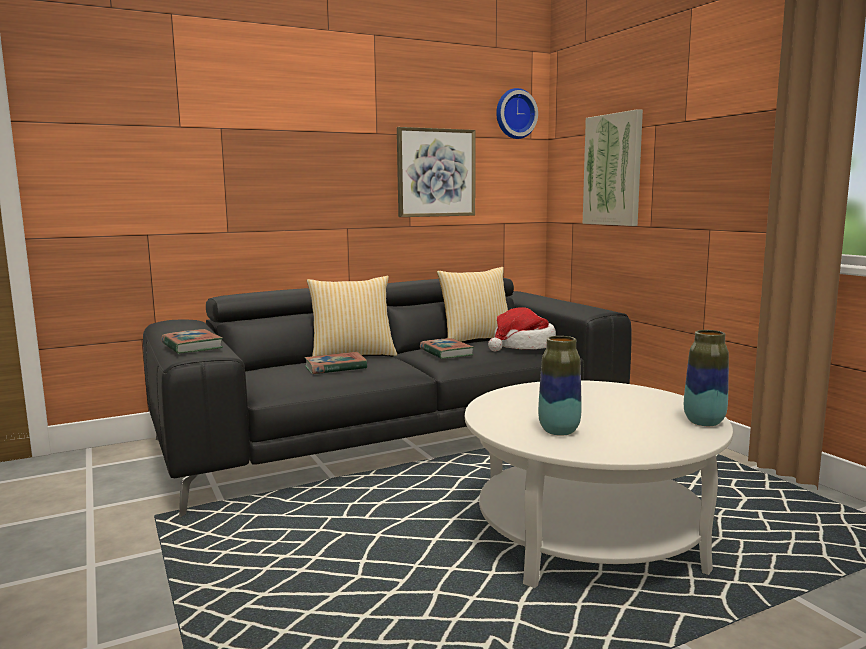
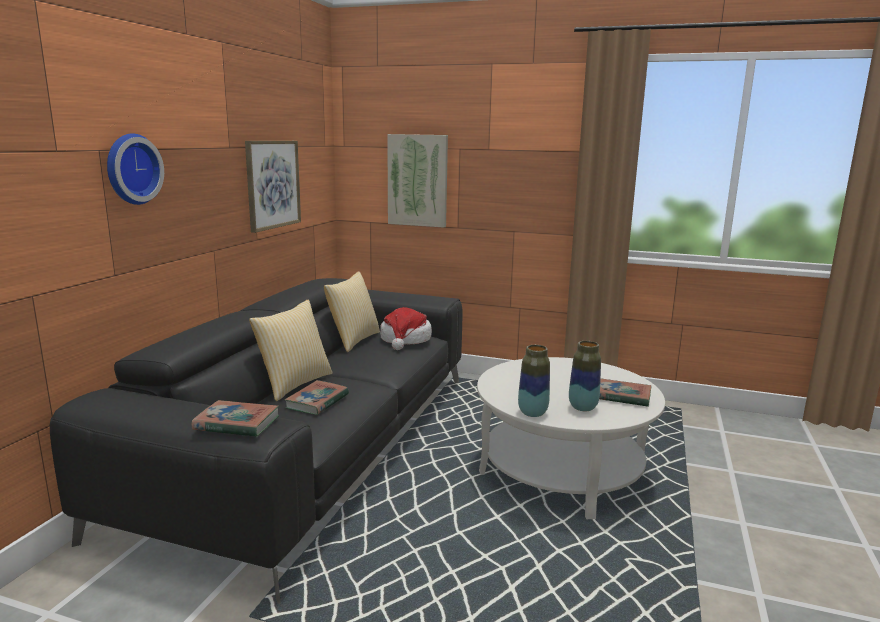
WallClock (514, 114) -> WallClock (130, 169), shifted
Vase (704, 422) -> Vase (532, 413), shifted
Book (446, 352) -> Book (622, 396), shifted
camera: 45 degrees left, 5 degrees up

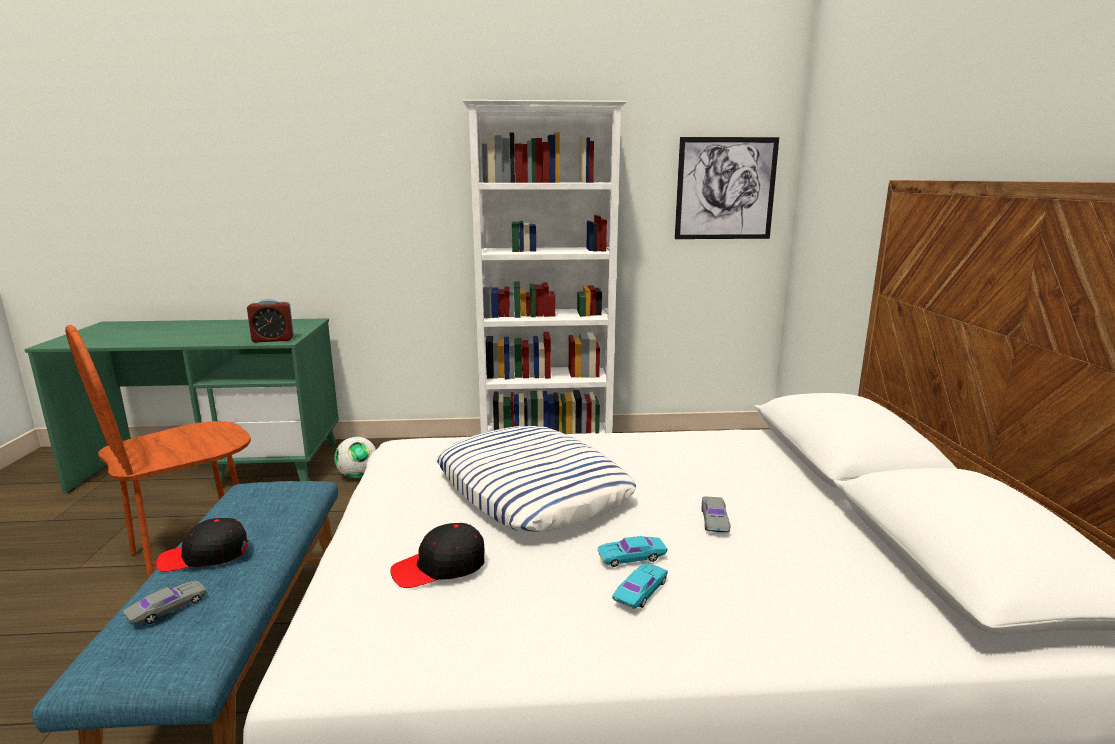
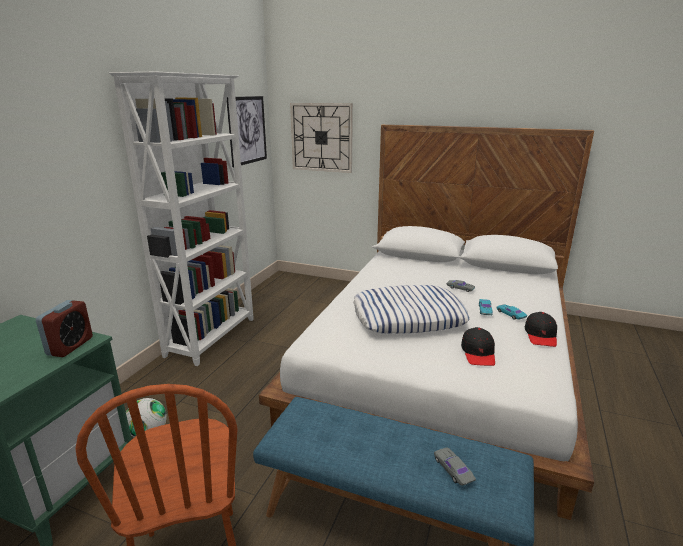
none -> WallClock (321, 137)
BlackCap (205, 556) -> BlackCap (541, 335), shifted
camera: 65 degrees left, 5 degrees up

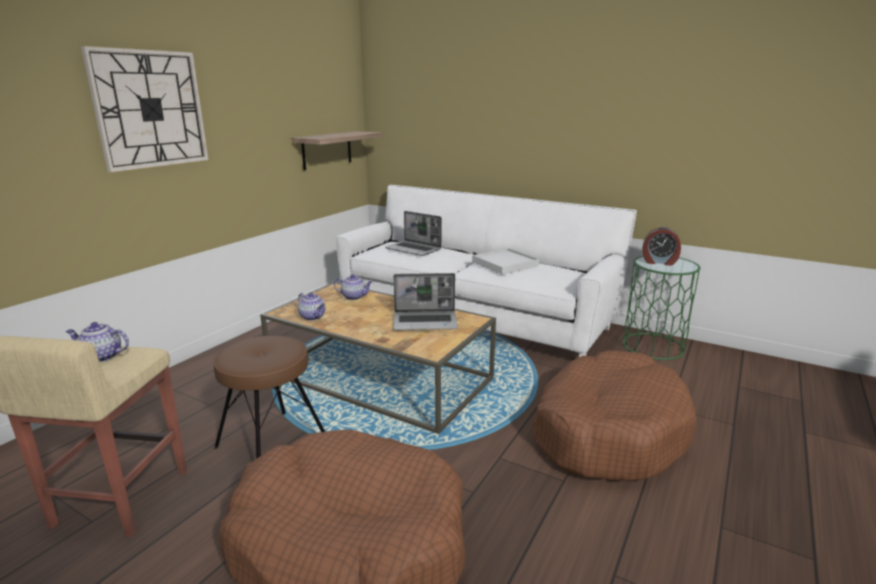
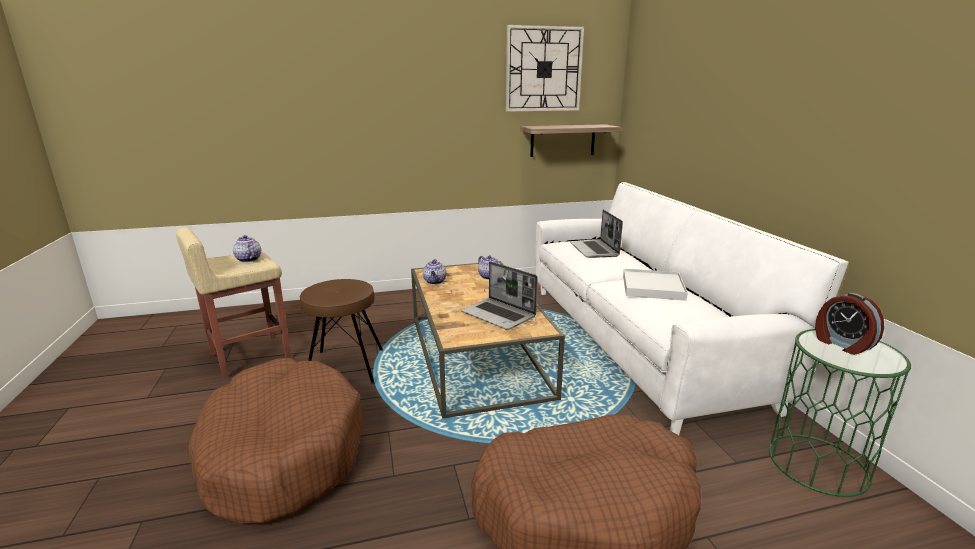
WallClock (150, 109) -> WallClock (543, 69), shifted
camera: 45 degrees right, 0 degrees up

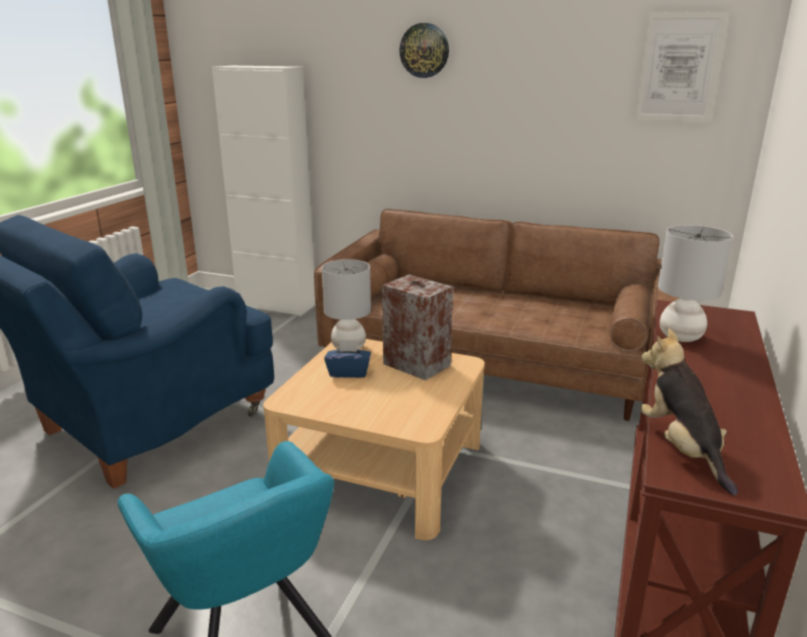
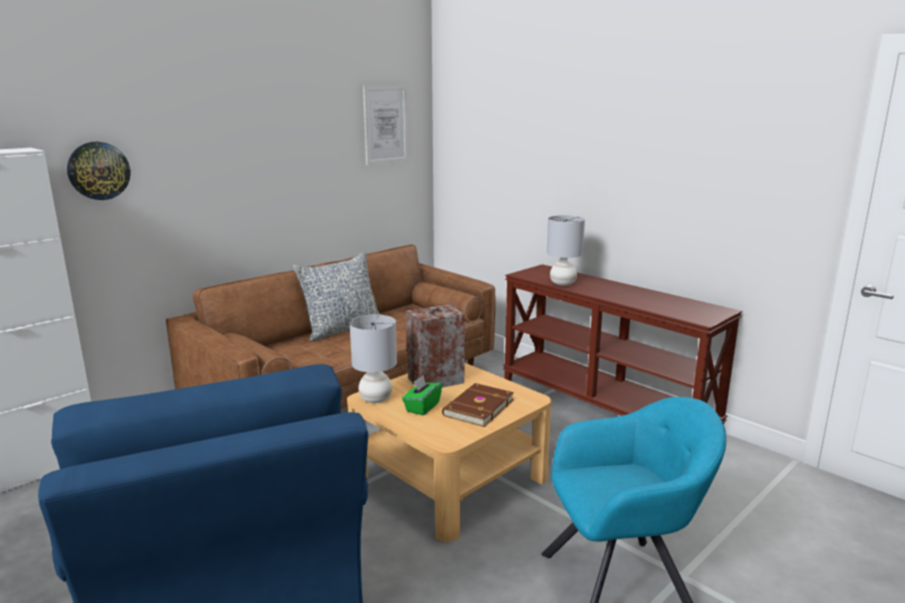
WallClock (424, 50) -> WallClock (98, 170), shifted
none -> Pillow (341, 329)
BlueTissueBox (348, 372) -> GreenTissueBox (422, 407)
none -> BrownBook (477, 407)
PlushToy (681, 448) -> none
camera: 65 degrees left, 5 degrees down

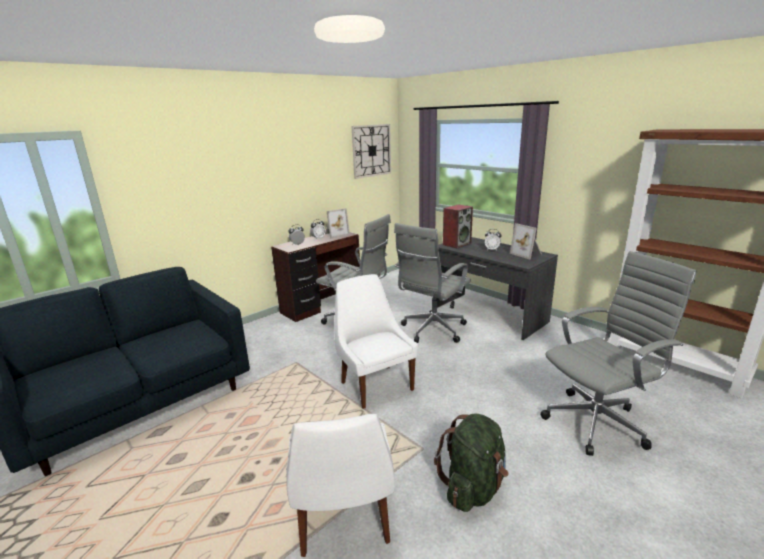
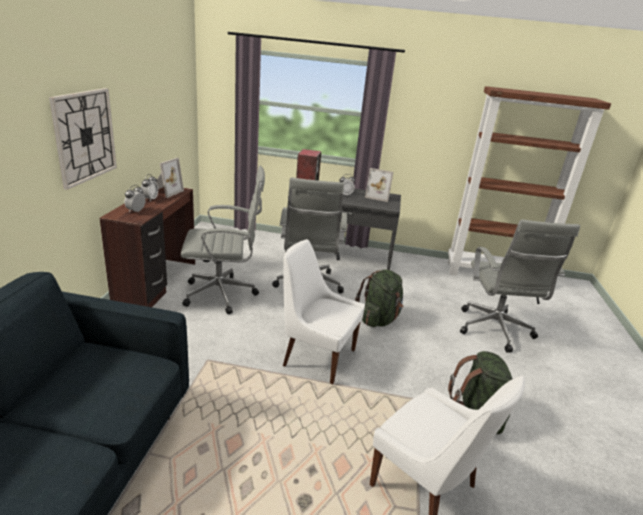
WallClock (371, 150) -> WallClock (85, 136), shifted
none -> GreenBackpack (379, 319)
GreyOfficeChair (598, 422) -> GreyOfficeChair (495, 331), 150 degrees clockwise
camera: 40 degrees left, 5 degrees up

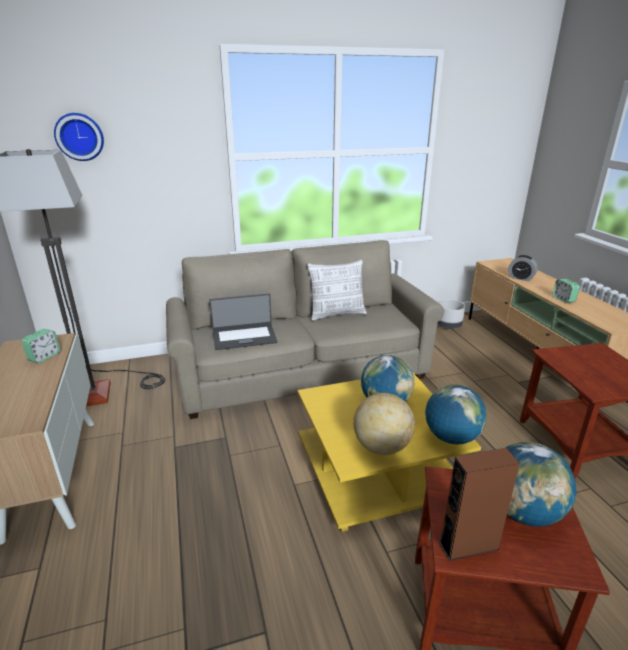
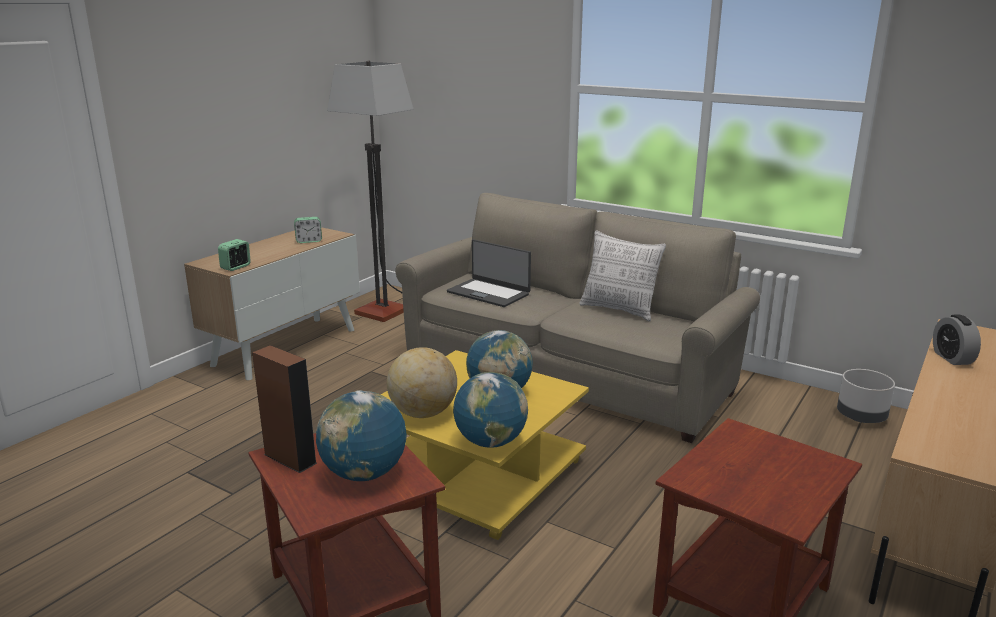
AlarmClock (563, 299) -> AlarmClock (236, 267), shifted
WallClock (79, 137) -> none
camera: 50 degrees right, 5 degrees down

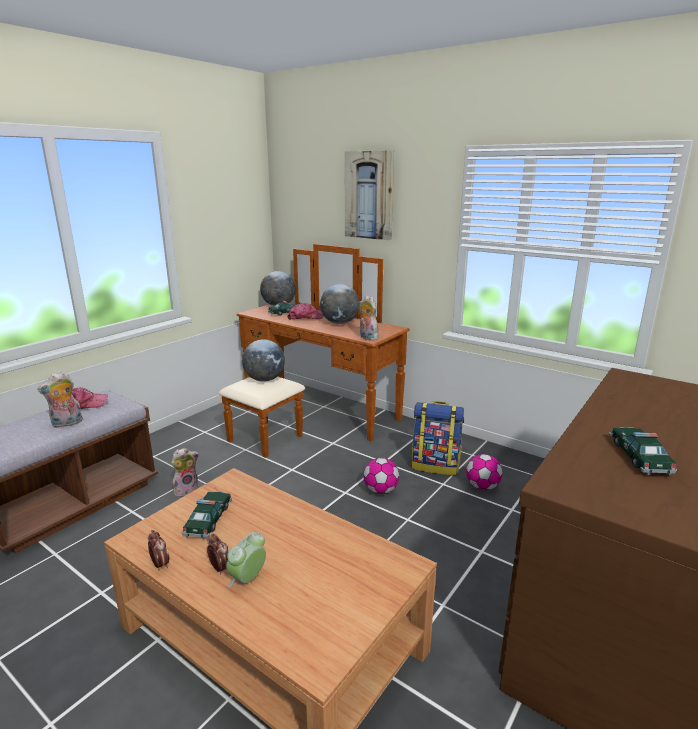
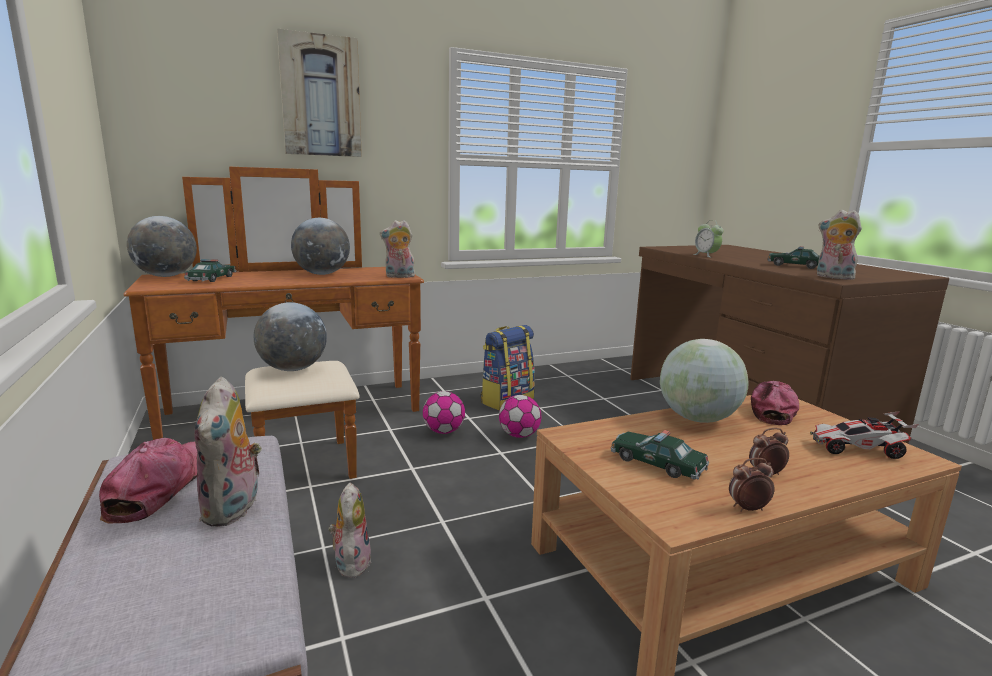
Football (482, 487) -> Football (443, 431), shifted
none -> Globe (698, 419)
AlarmClock (248, 579) -> AlarmClock (706, 255), shifted
Cap (306, 317) -> Cap (771, 410), shifted
none -> ToyCar (856, 449)
none -> PlushToy (832, 277)
camera: 60 degrees left, 5 degrees down

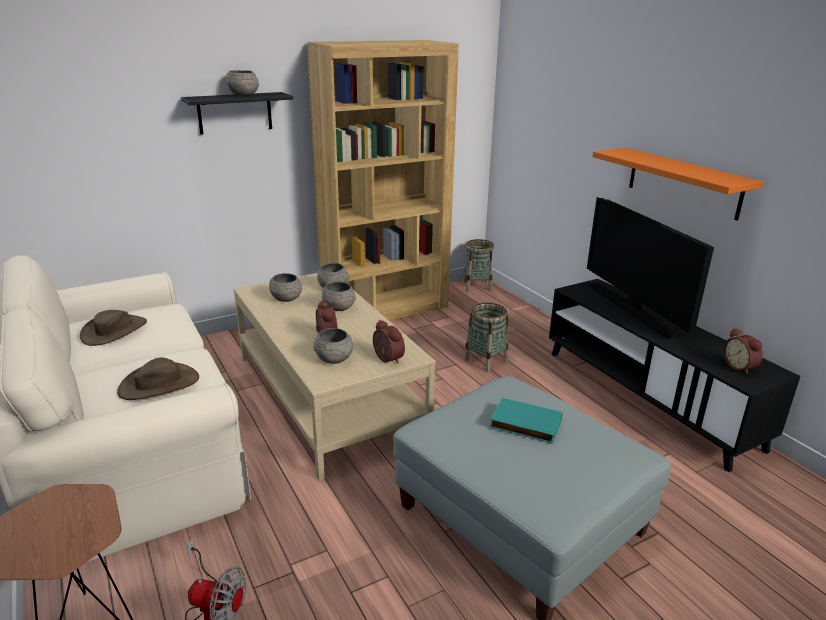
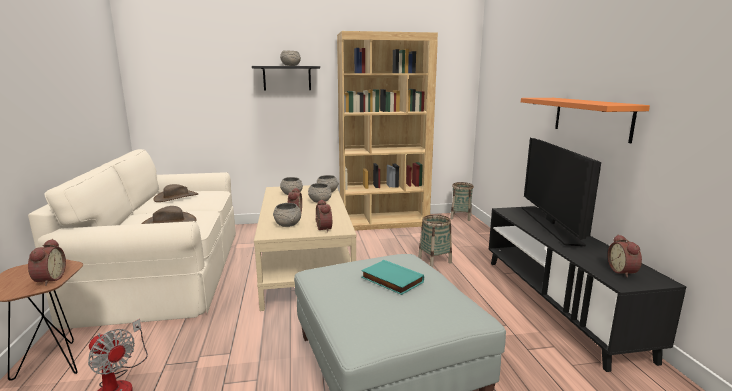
none -> AlarmClock (48, 280)
camera: 20 degrees right, 10 degrees down

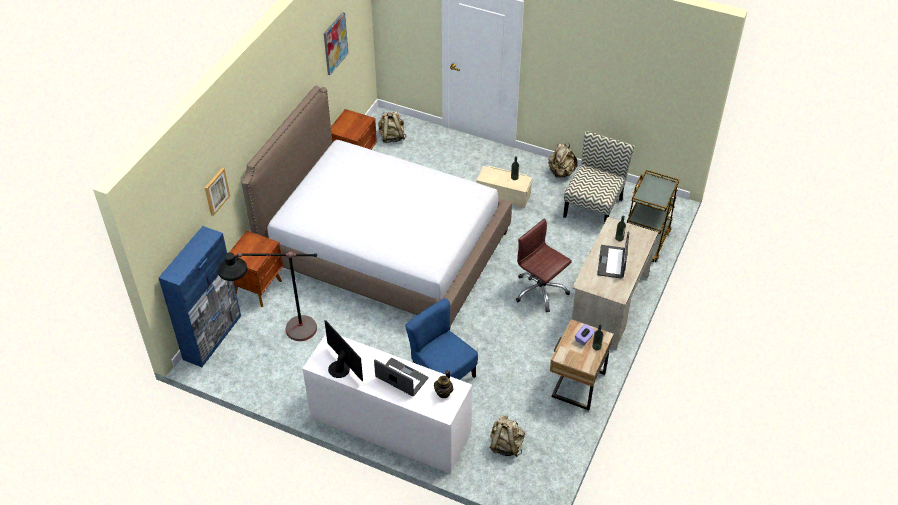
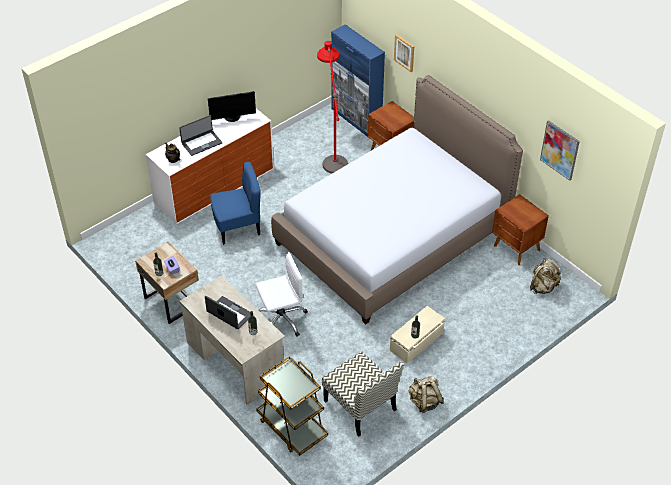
BrownOfficeChair (540, 291) -> WhiteOfficeChair (281, 319)
BlackFloorLamp (281, 338) -> RedFloorLamp (332, 152)
BeigeBackpack (506, 445) -> none
camera: 115 degrees right, 0 degrees up

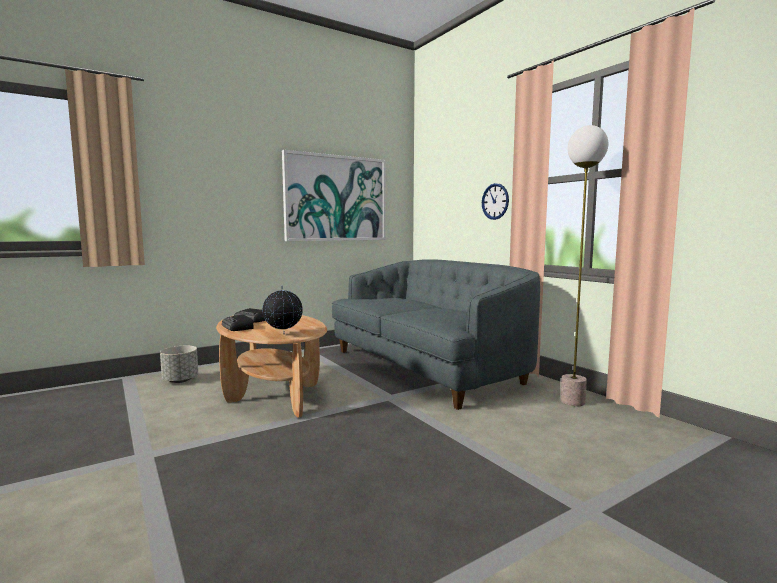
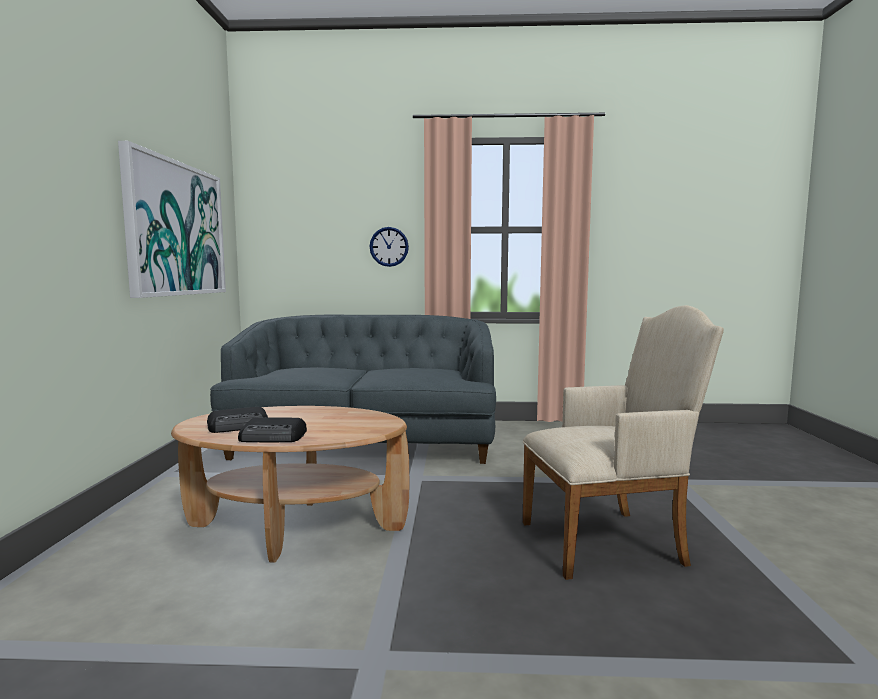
none -> BeigeArmchair (610, 541)
GreyPlanter (180, 380) -> none
Globe (283, 334) -> none
FloorLamp (573, 401) -> none
camera: 55 degrees left, 0 degrees up

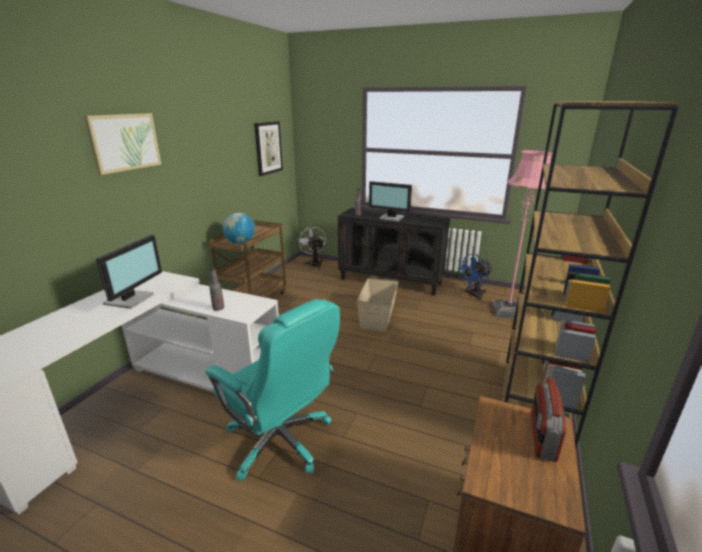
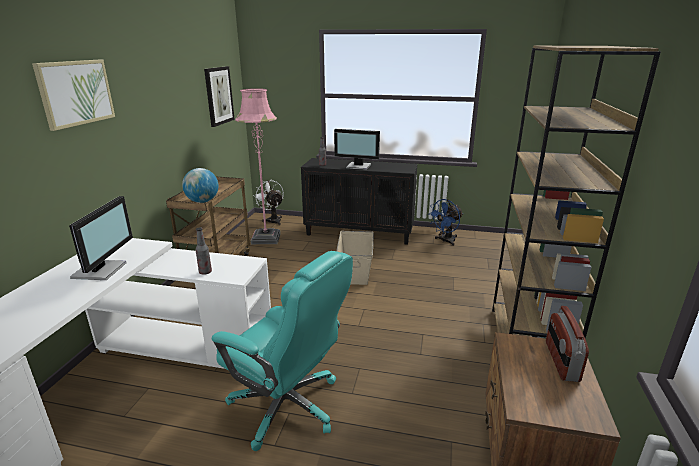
PinkFloorLamp (508, 311) -> PinkFloorLamp (266, 238), shifted
camera: 10 degrees left, 0 degrees up

